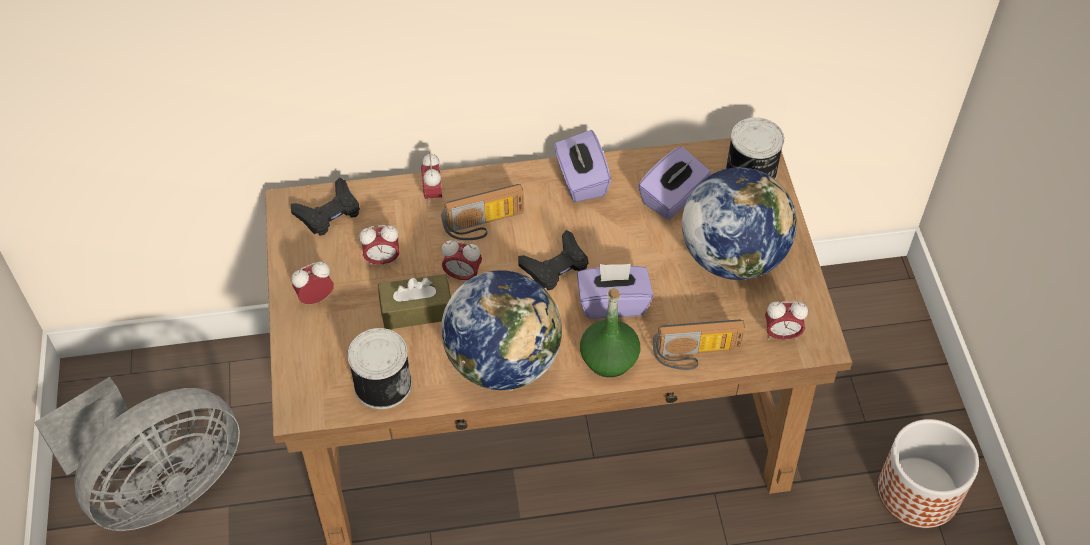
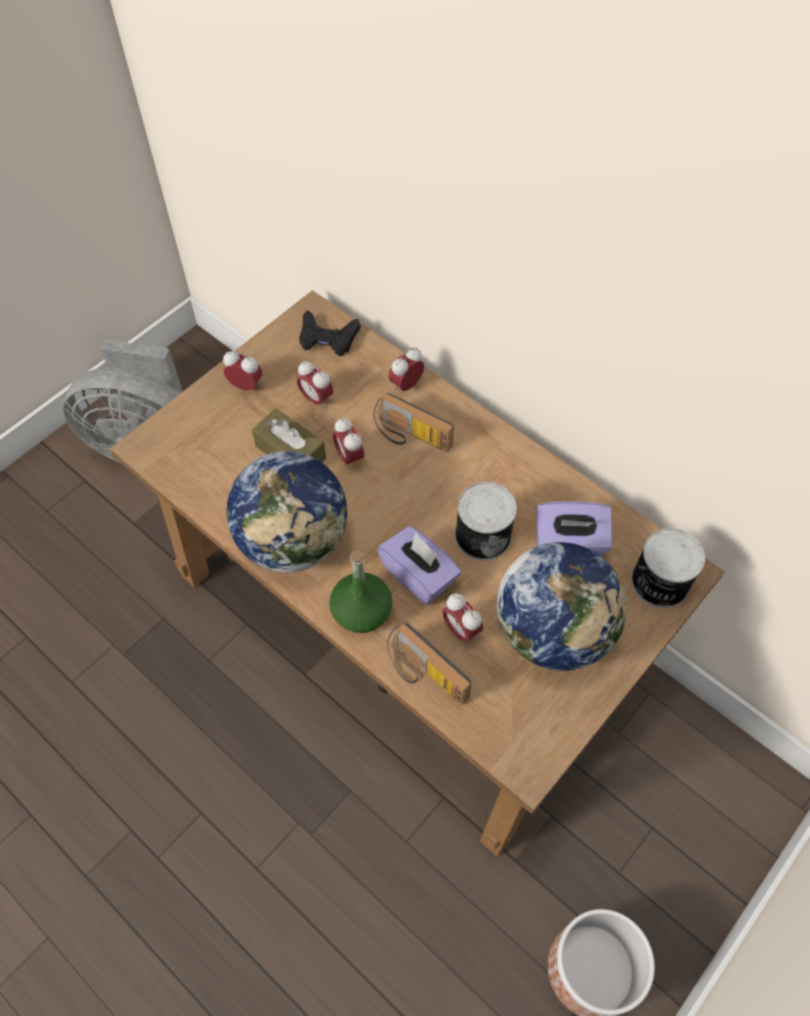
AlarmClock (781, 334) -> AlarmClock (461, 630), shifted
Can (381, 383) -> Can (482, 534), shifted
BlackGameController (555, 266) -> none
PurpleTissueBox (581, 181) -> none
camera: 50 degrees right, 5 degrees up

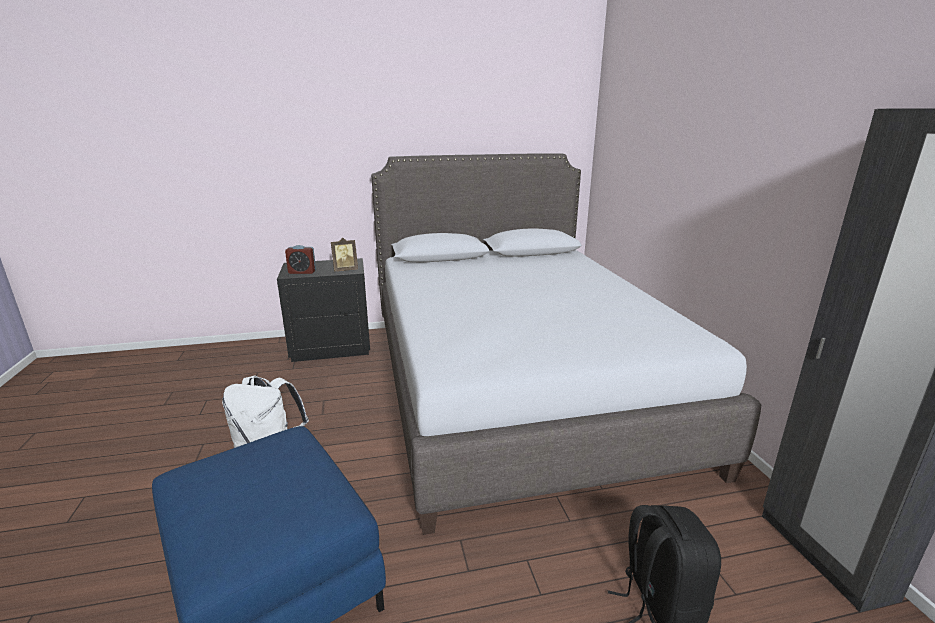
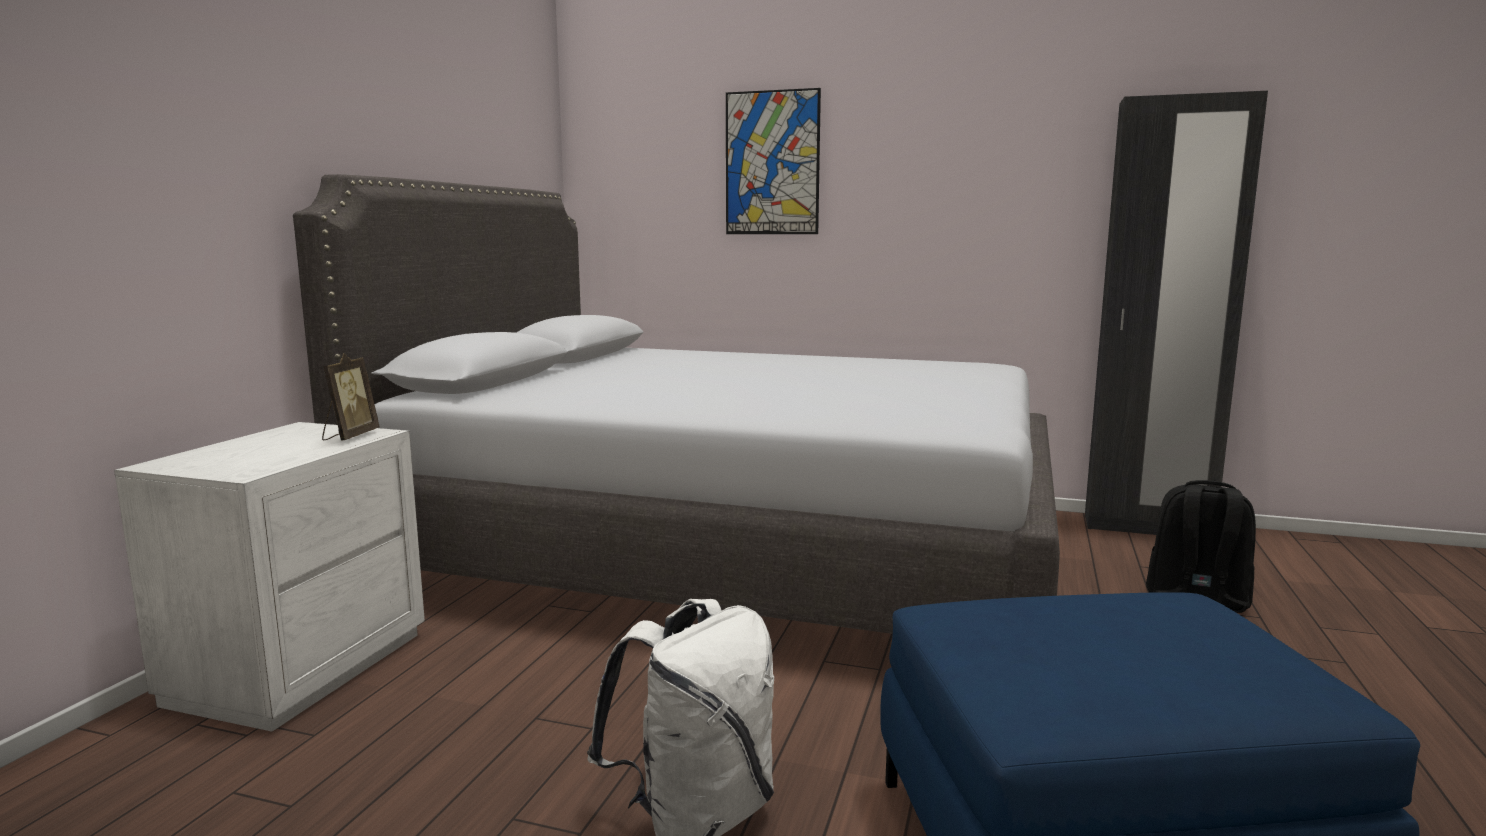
BlackNightstand (331, 347) -> WhiteNightstand (297, 668)
none -> Picture (772, 163)
AlarmClock (302, 272) -> none
camera: 60 degrees left, 10 degrees down

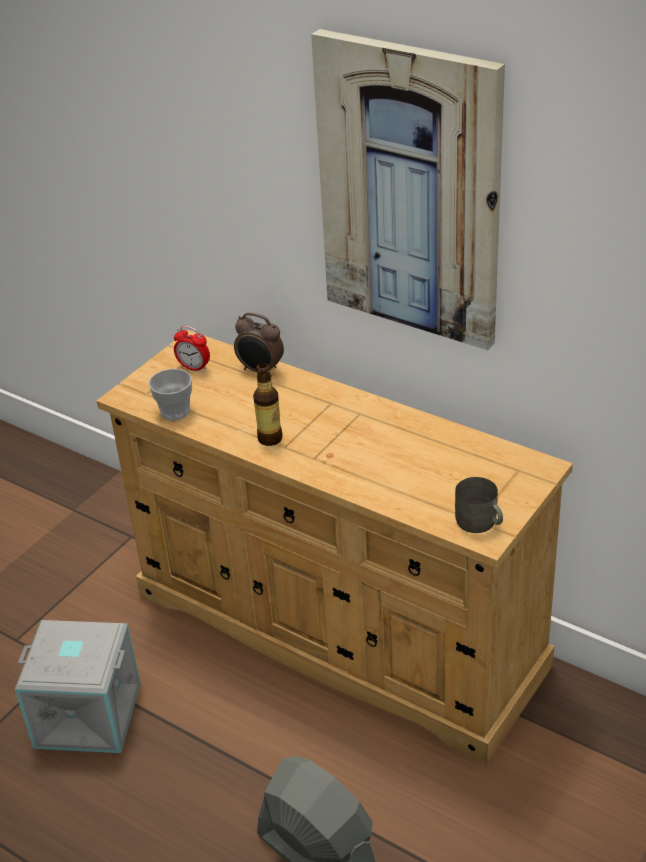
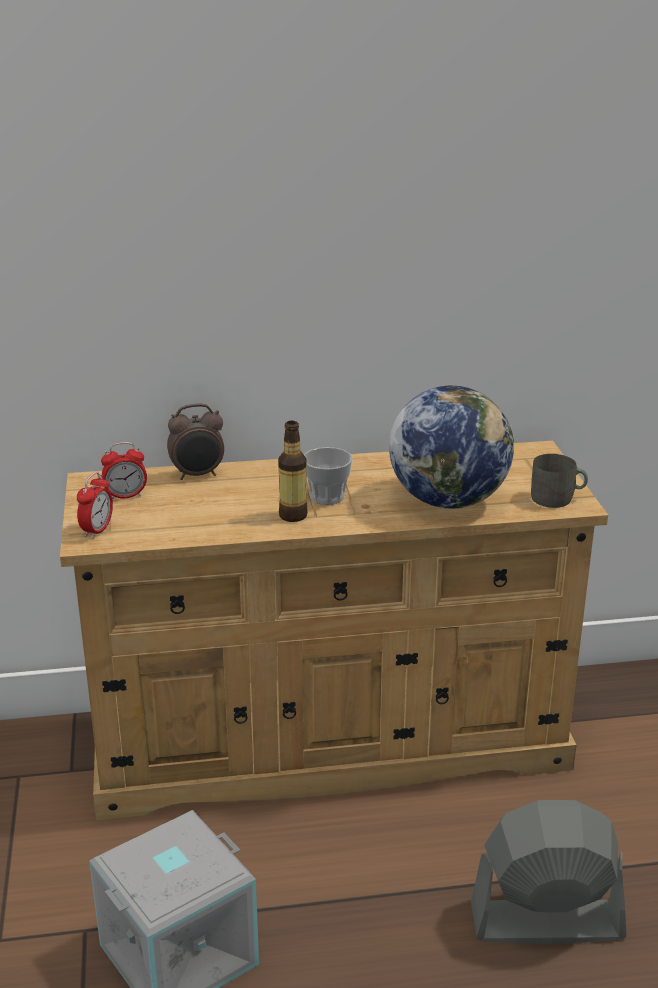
none -> AlarmClock (97, 530)
Cup (175, 412) -> Cup (327, 497), shifted
none -> Globe (448, 500)
Picture (410, 191) -> none
camera: 45 degrees left, 10 degrees down

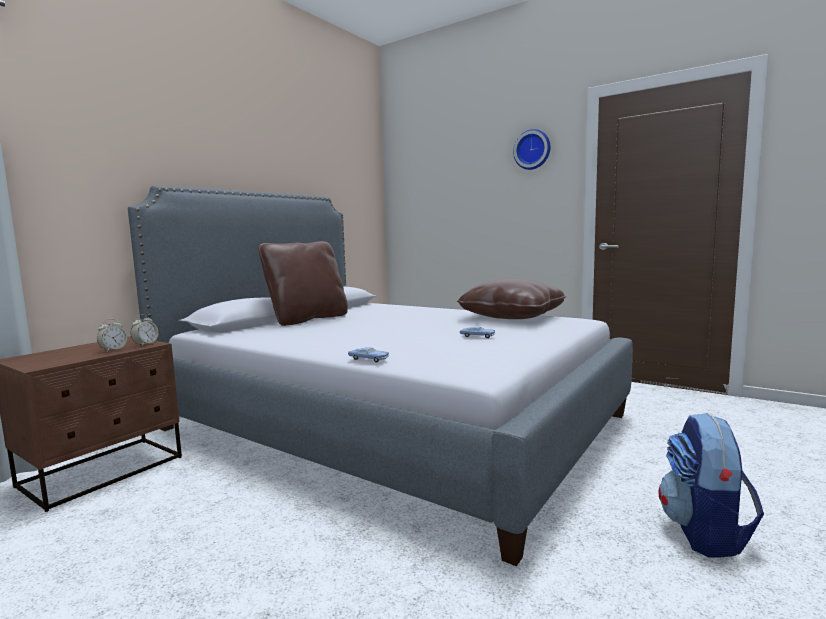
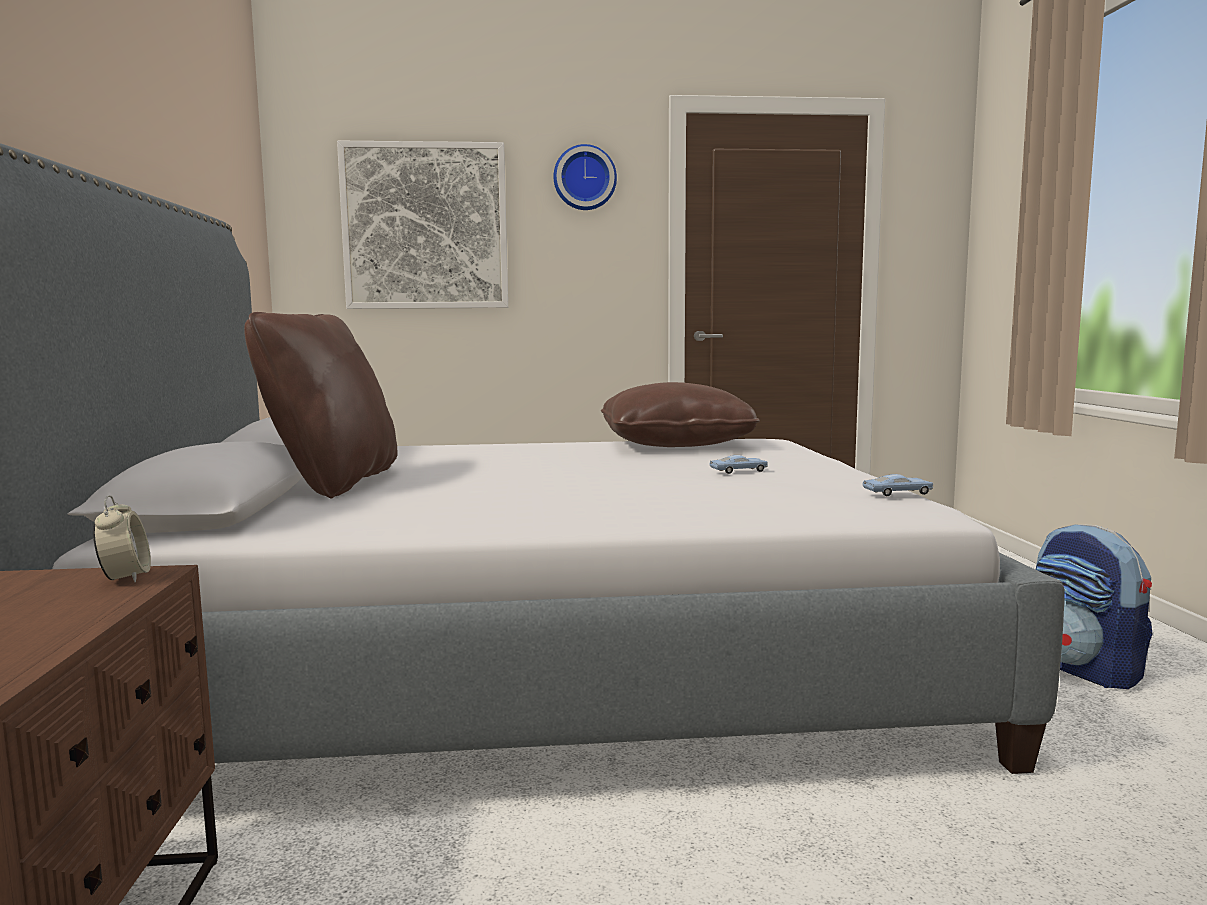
none -> Picture (425, 226)
BlueToyCar (369, 359) -> BlueToyCar (898, 493), shifted
AlarmClock (113, 350) -> none
camera: 40 degrees left, 0 degrees up

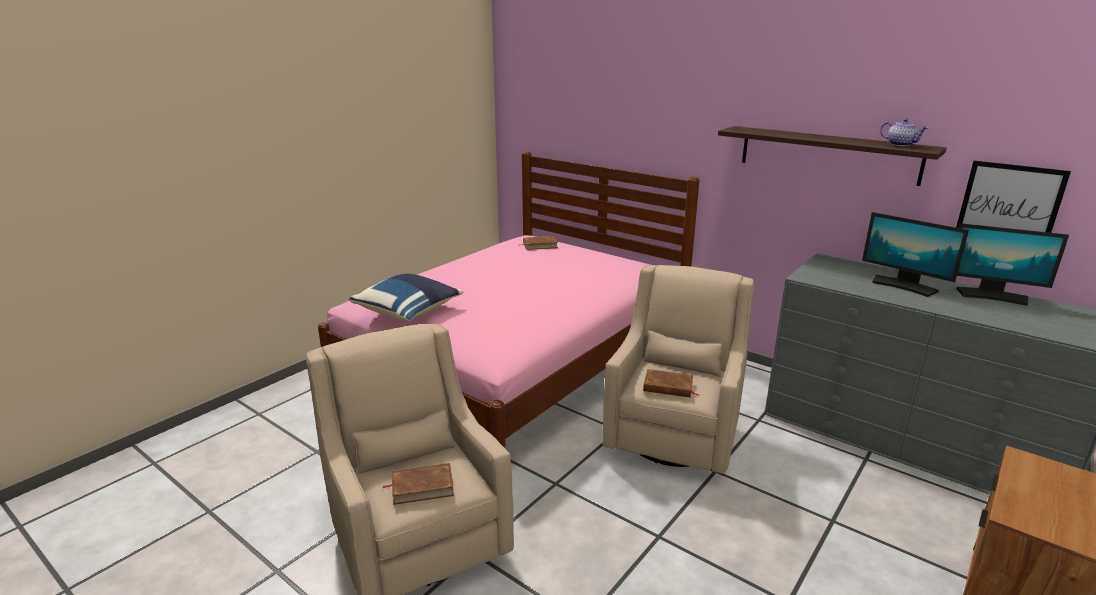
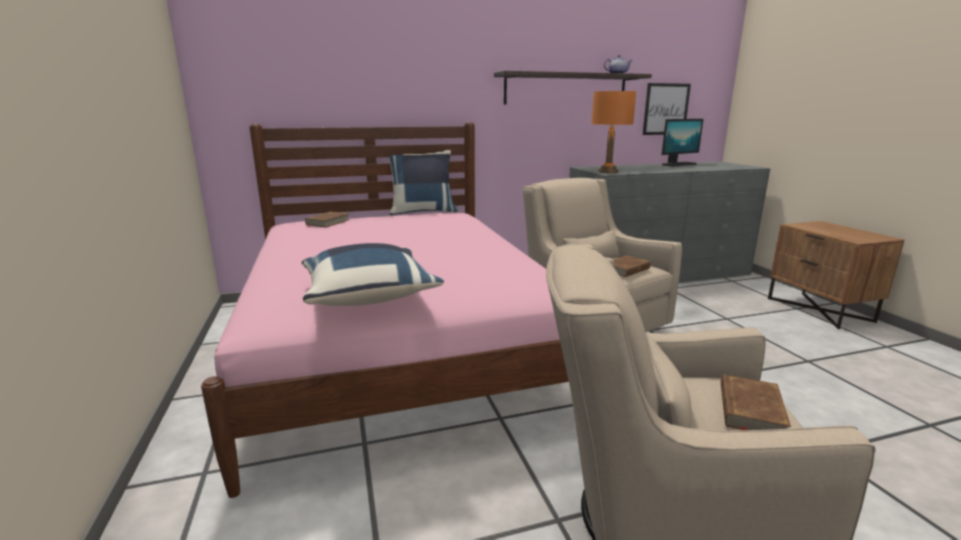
none -> BluePillow (423, 212)
none -> OrangeTableLamp (608, 172)
Monitor (903, 286) -> none
camera: 55 degrees left, 5 degrees down

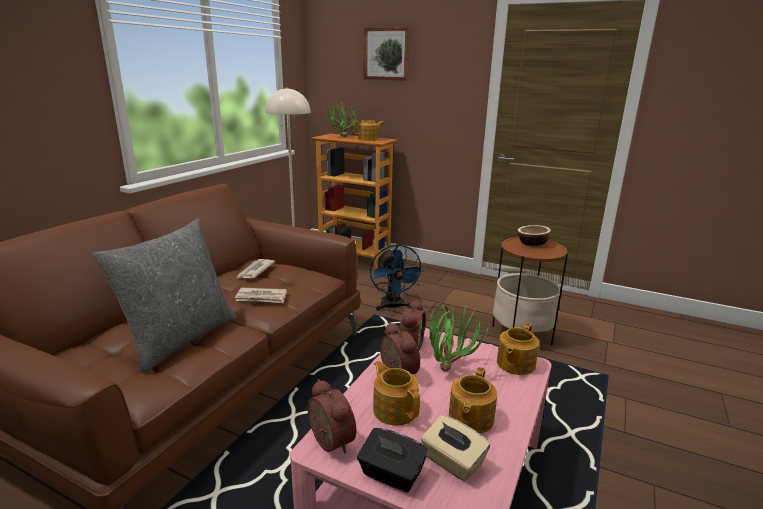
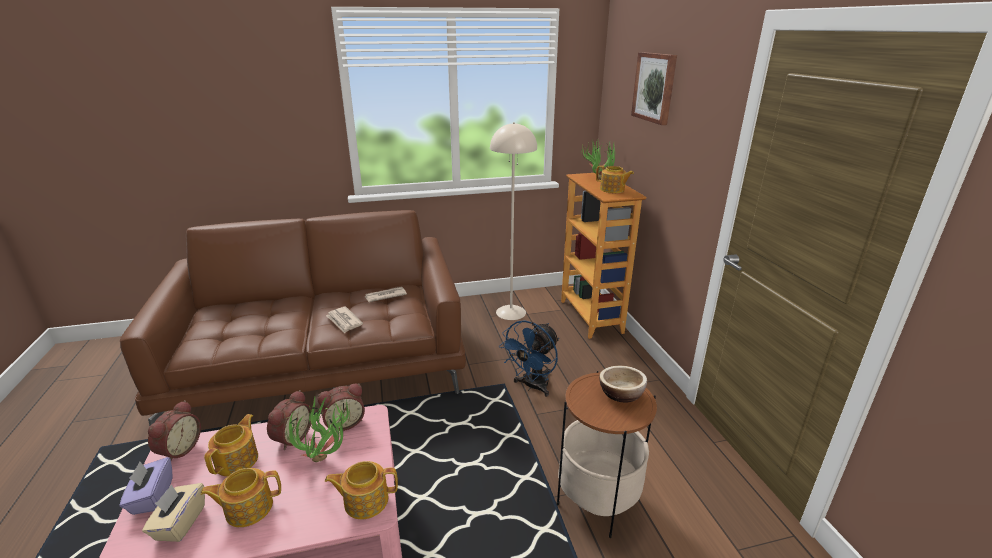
BlackTissueBox (391, 474) -> PurpleTissueBox (152, 497)
GreyPillow (180, 338) -> none
camera: 50 degrees right, 5 degrees up

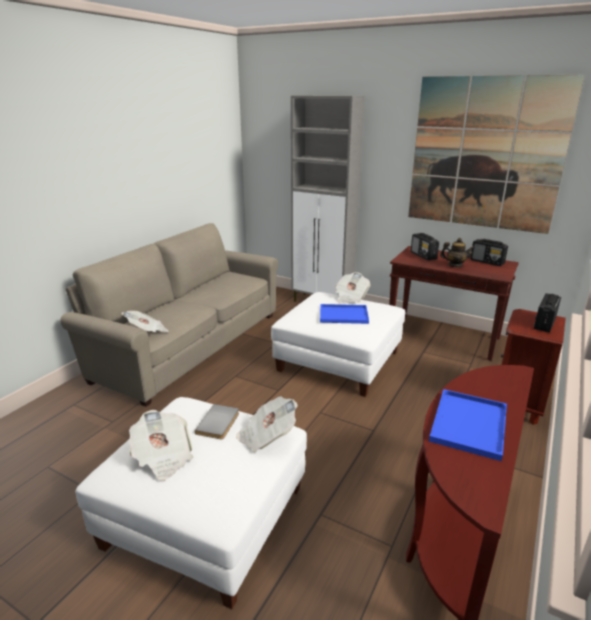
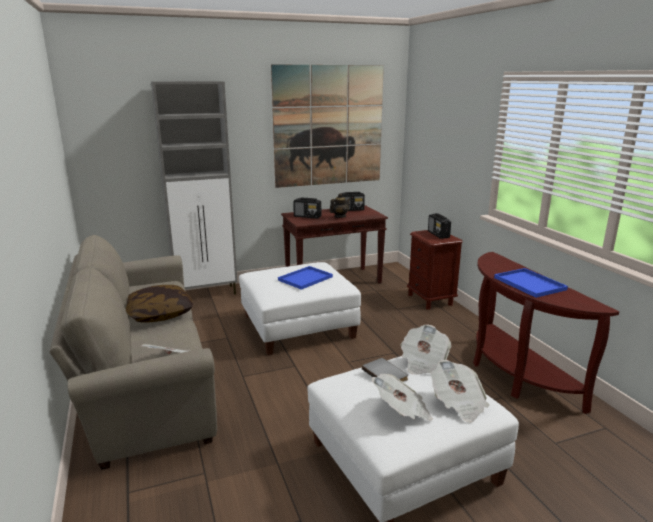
none -> Pillow (159, 314)
Newspaper (350, 297) -> Newspaper (458, 403), shifted
camera: 50 degrees left, 5 degrees down

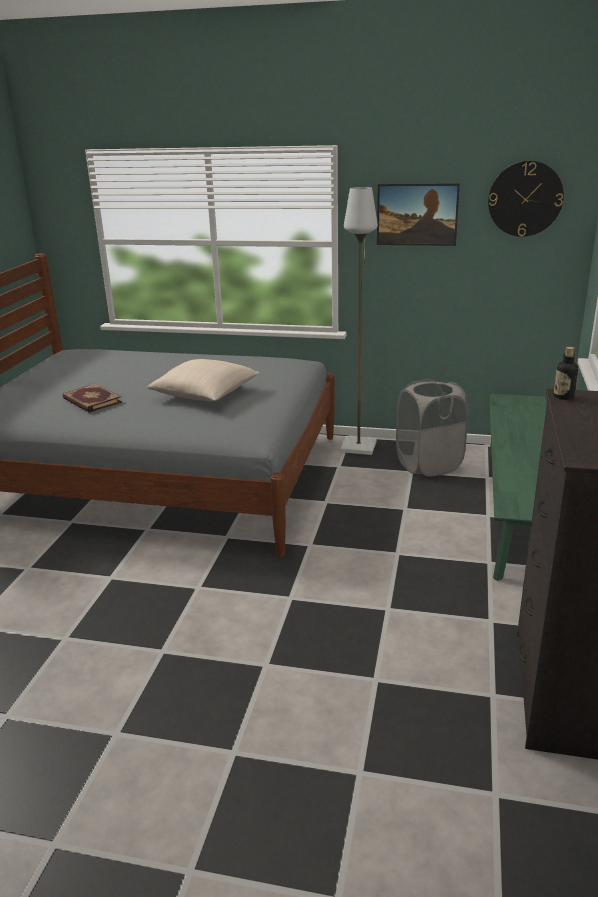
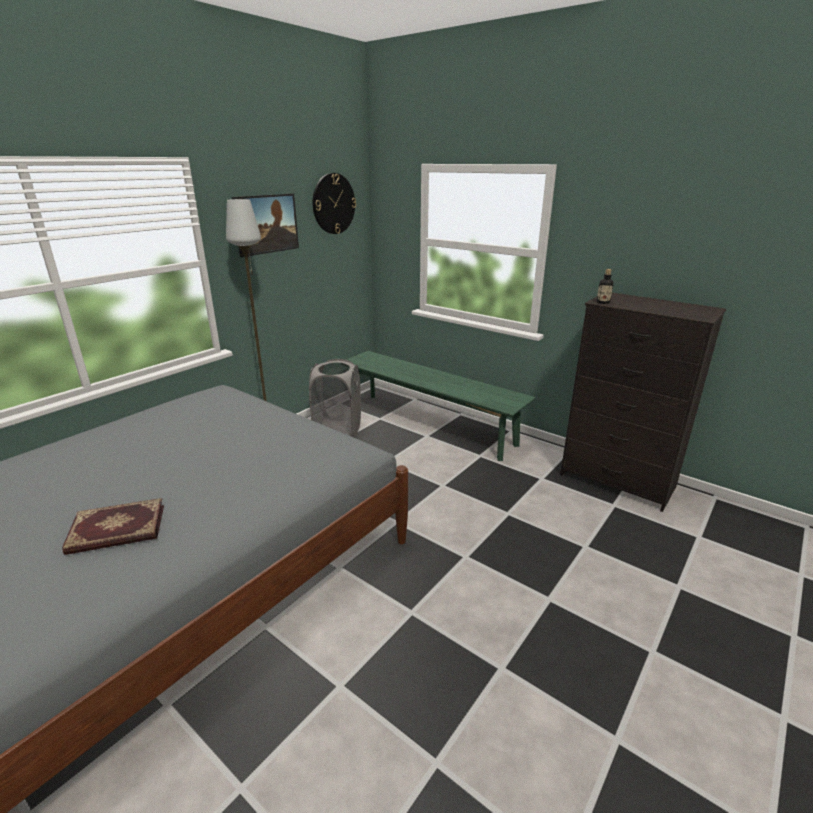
BeigePillow (205, 394) -> none
camera: 65 degrees left, 0 degrees up

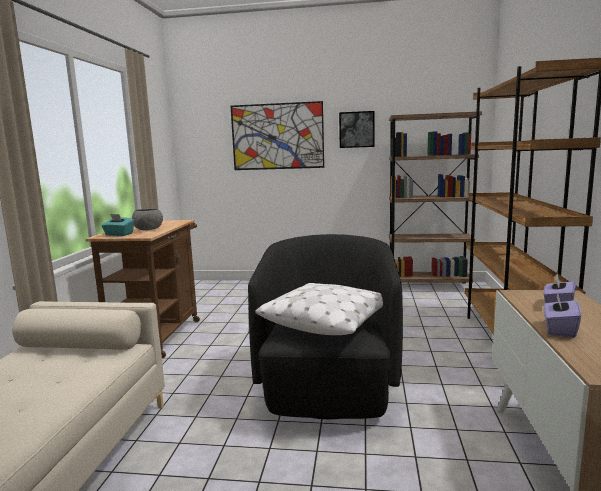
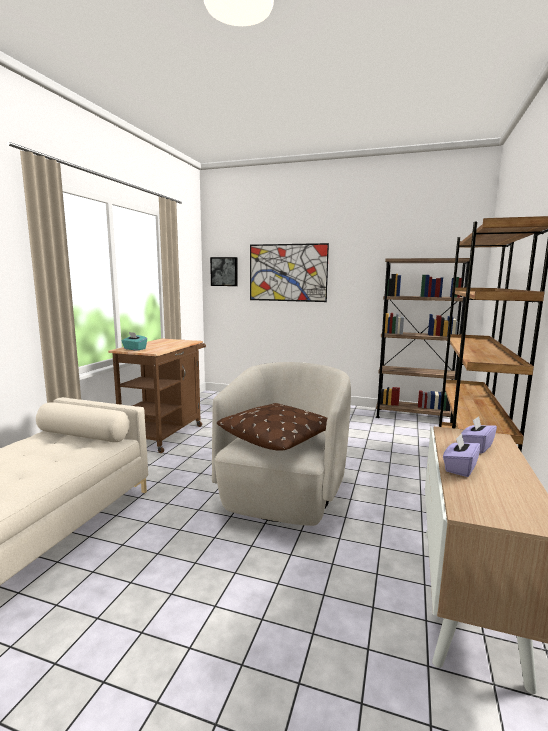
Picture (356, 129) -> Picture (224, 271), shifted
BlackArmchair (329, 388) -> BeigeArmchair (284, 495)
WhitePillow (326, 321) -> BrownPillow (278, 437)
GreyBowl (148, 229) -> none
camera: 10 degrees right, 0 degrees up

